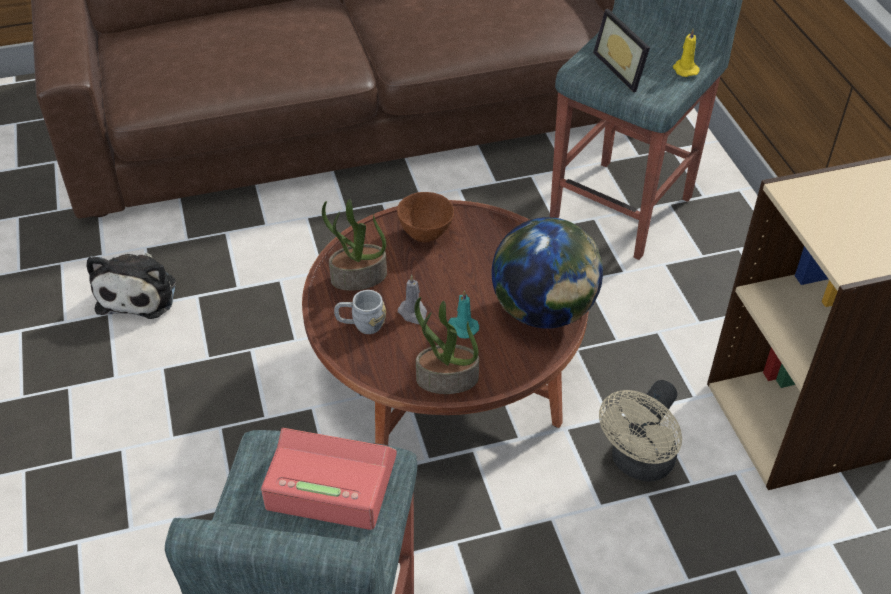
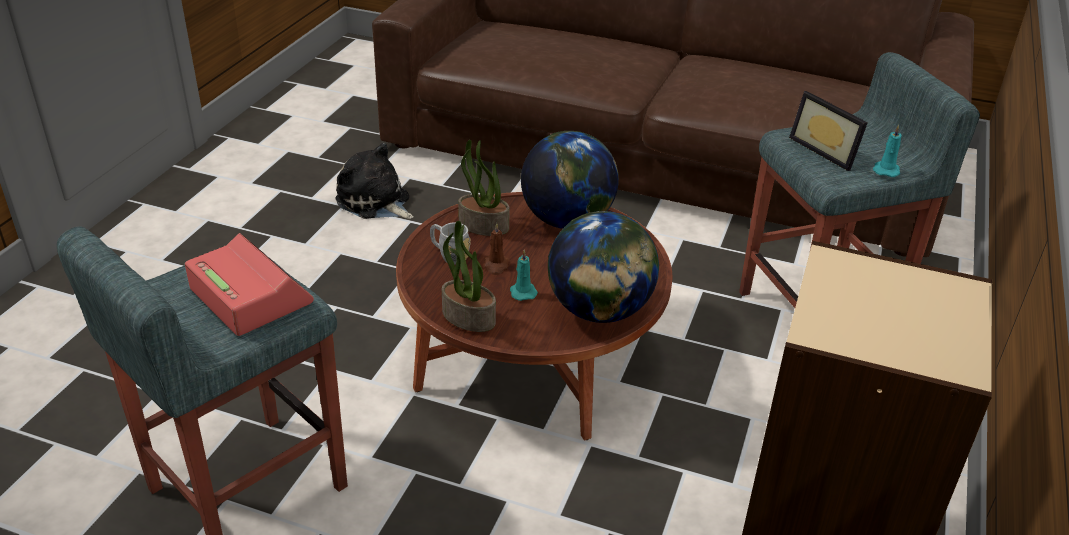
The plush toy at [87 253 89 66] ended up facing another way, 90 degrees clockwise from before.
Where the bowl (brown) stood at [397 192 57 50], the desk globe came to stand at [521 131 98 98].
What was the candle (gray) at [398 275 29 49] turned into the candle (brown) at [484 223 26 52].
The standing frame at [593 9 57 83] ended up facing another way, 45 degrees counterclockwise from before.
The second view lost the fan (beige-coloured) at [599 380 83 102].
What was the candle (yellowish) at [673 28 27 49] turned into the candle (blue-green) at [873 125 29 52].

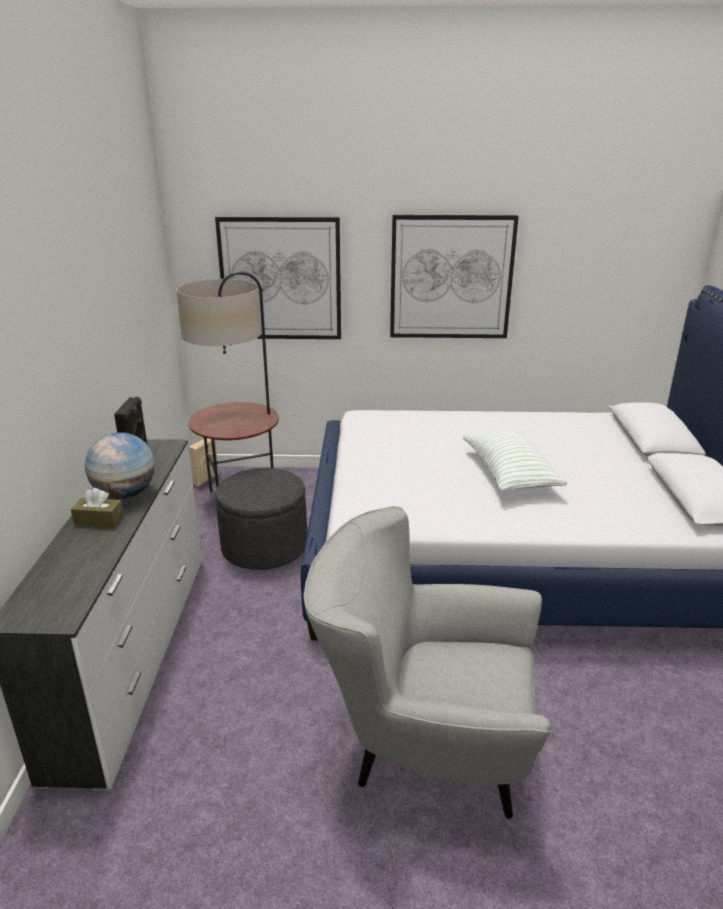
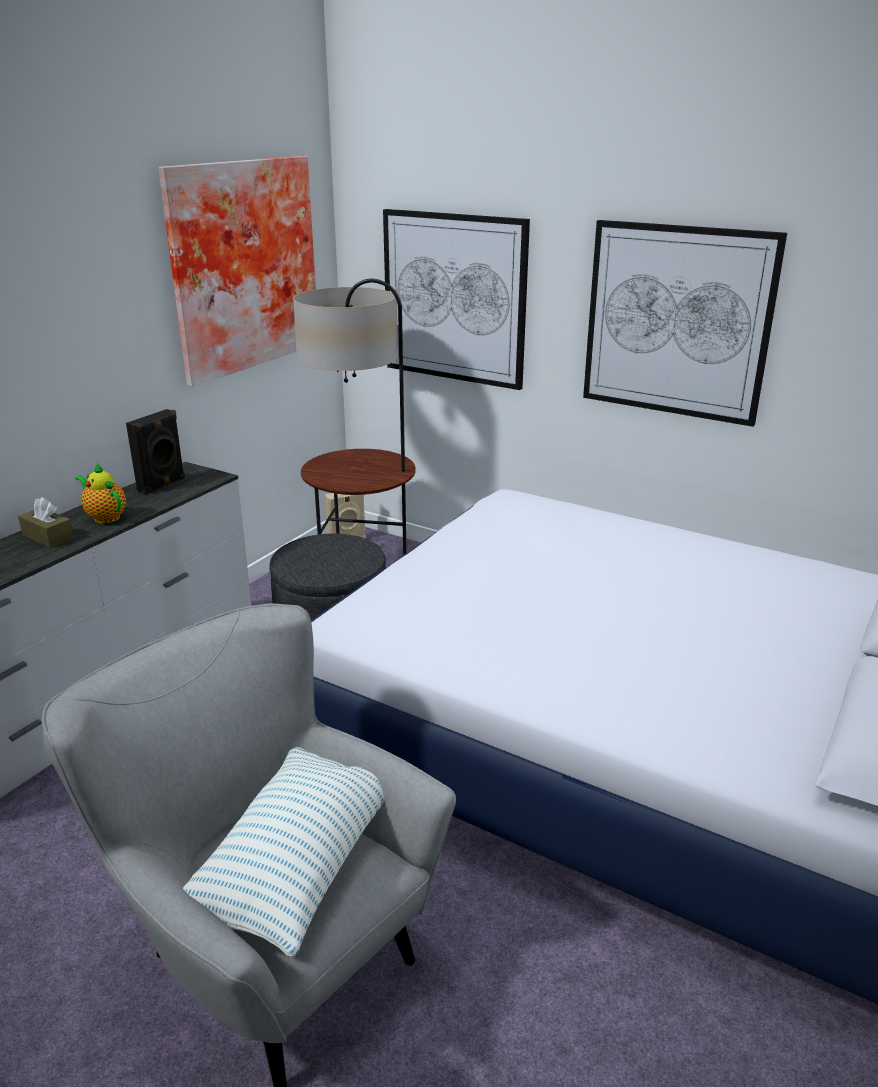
Where the desk globe stood at [85 432 70 67], the teapot came to stand at [75 463 51 60].
The cushion ended up elsewhere, having gone from [463 430 104 62] to [183 747 201 210].
The second view gained the wall art at [158 156 158 231].

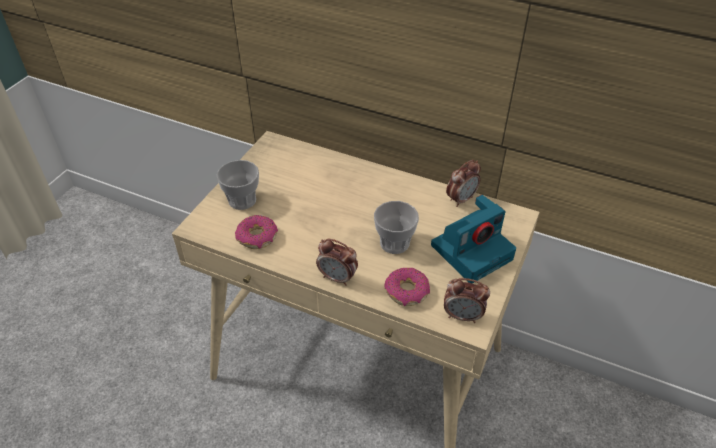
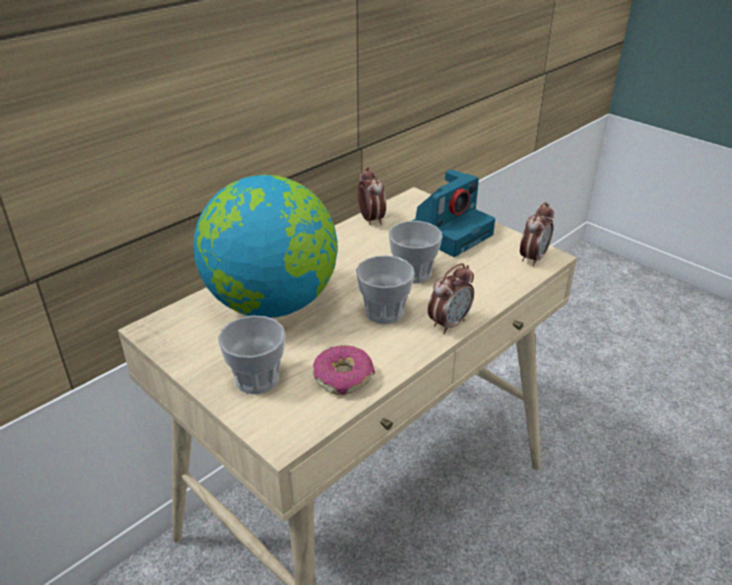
The second view lost the donut at [384 268 46 38].
The still camera at [431 195 85 89] ended up facing another way, 60 degrees clockwise from before.
The second view gained the desk globe at [194 175 144 143].
The second view gained the cup at [356 255 59 69].

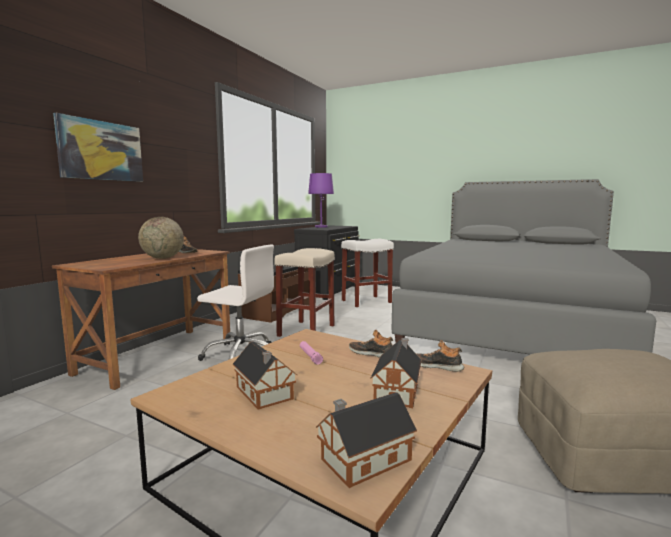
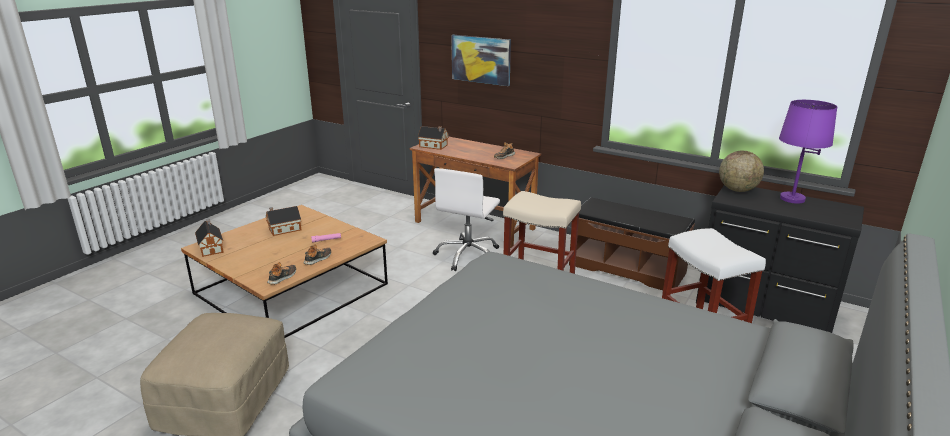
The desk globe ended up elsewhere, having gone from [138 217 46 42] to [719 151 45 41].
The miniature house ended up elsewhere, having gone from [370 338 52 70] to [418 126 31 24].

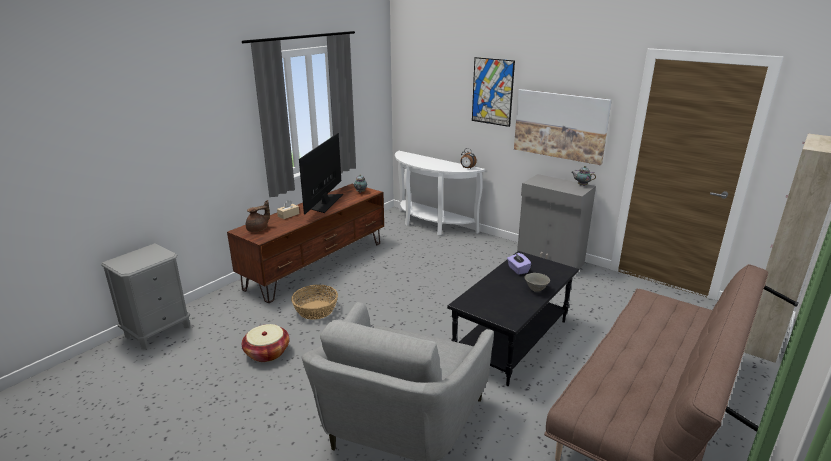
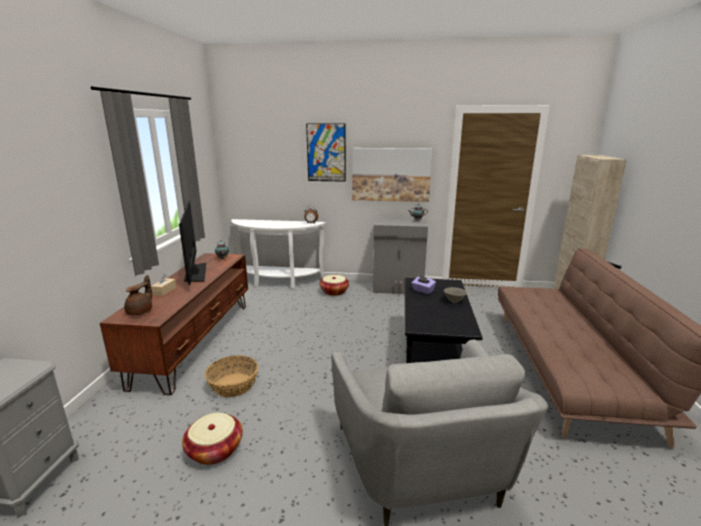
The second view gained the basket at [320 275 29 21].

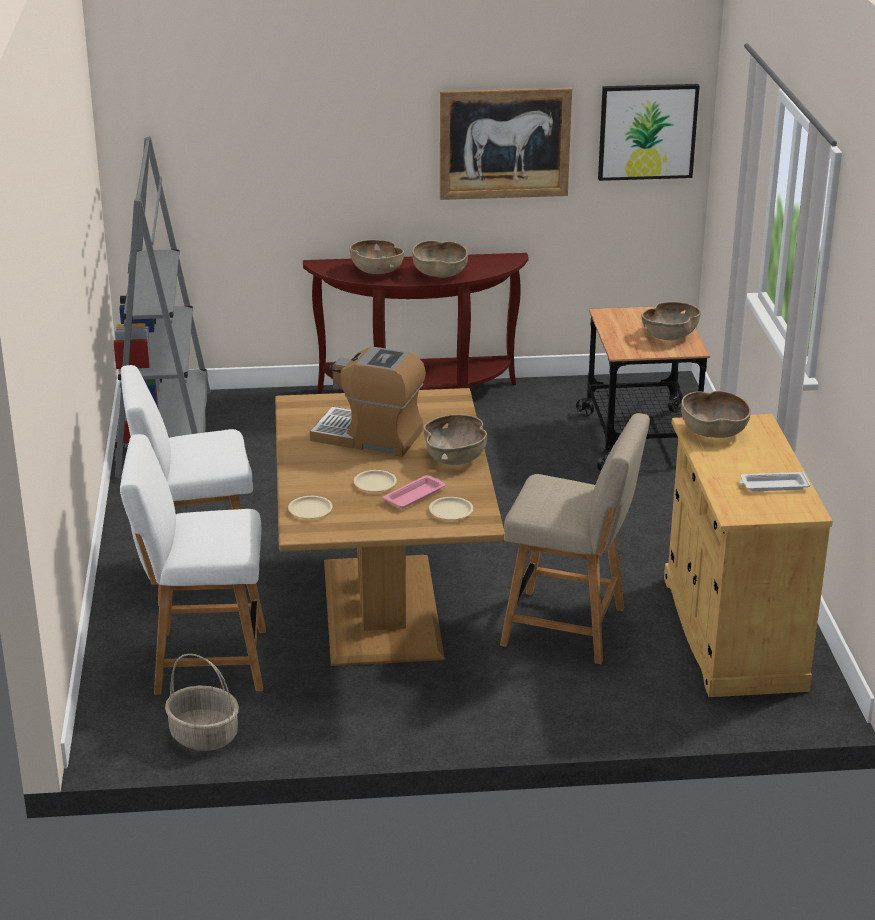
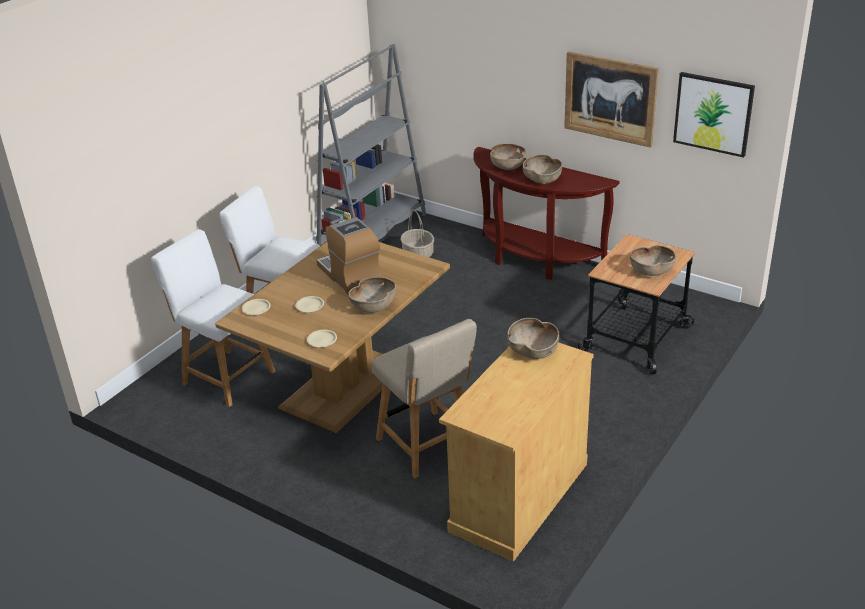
The basket ended up elsewhere, having gone from [165 654 74 97] to [401 210 33 47].
The second view lost the serving tray (pink-coloured) at [382 475 64 34].
The second view lost the serving tray (white) at [740 471 70 20].

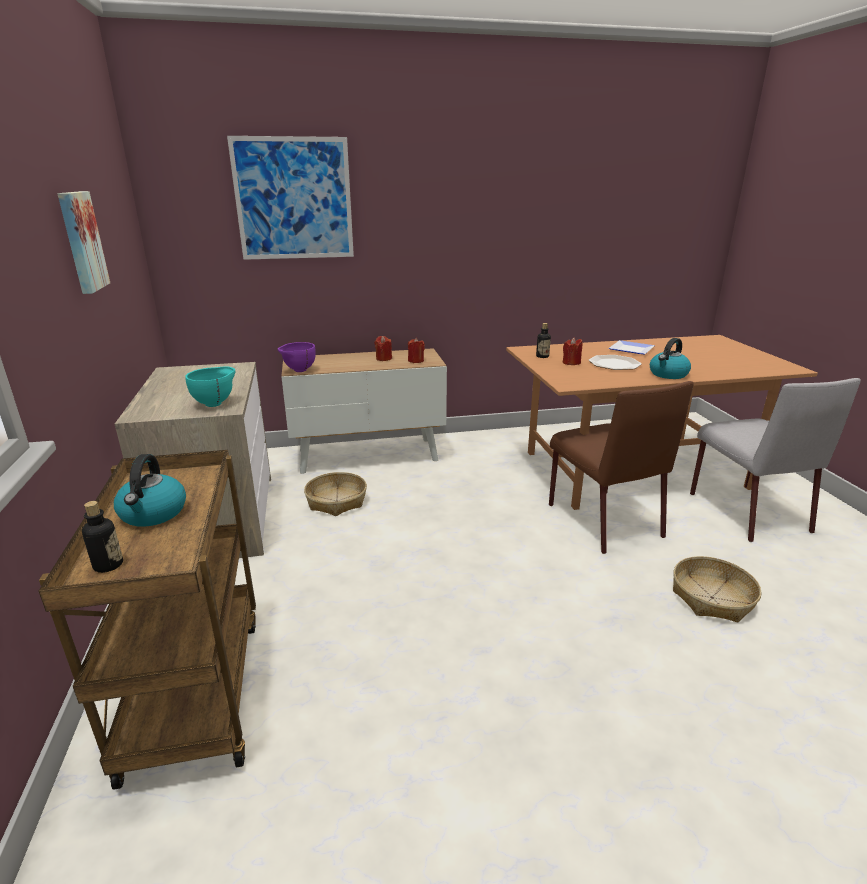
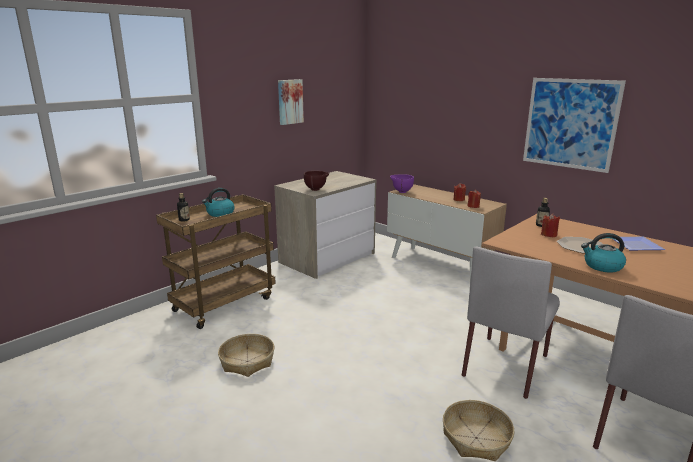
What was the bowl (blue-green) at [185 366 51 41] turned into the bowl (brown) at [304 171 25 20].
The wall art ended up elsewhere, having gone from [227 136 127 124] to [523 78 103 95].
The basket ended up elsewhere, having gone from [304 472 63 44] to [218 334 56 43].
What was the plain chair (brown) at [549 381 145 173] turned into the plain chair (gray) at [462 247 98 152].

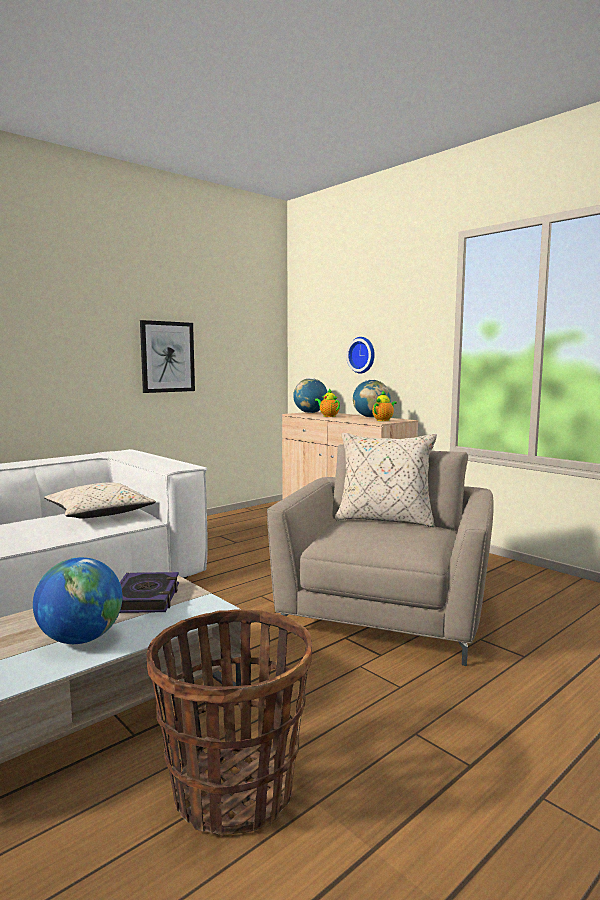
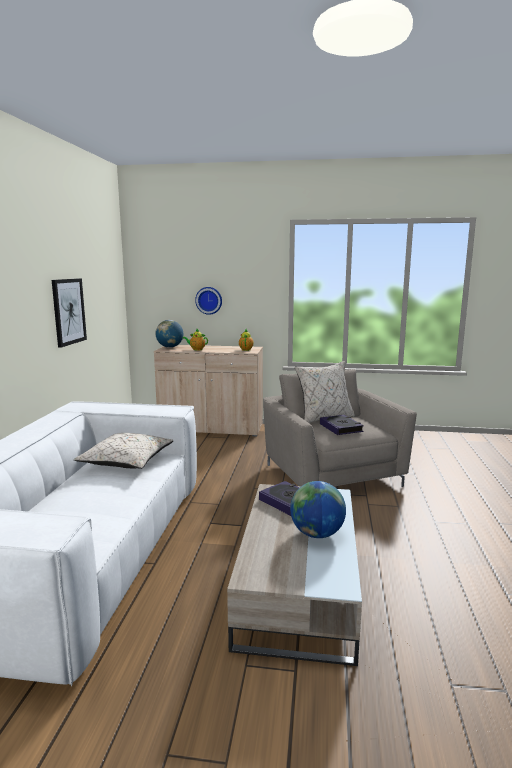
The second view lost the basket at [146 609 166 226].
The second view lost the desk globe at [353 380 38 38].
The second view gained the book at [320 415 44 20].

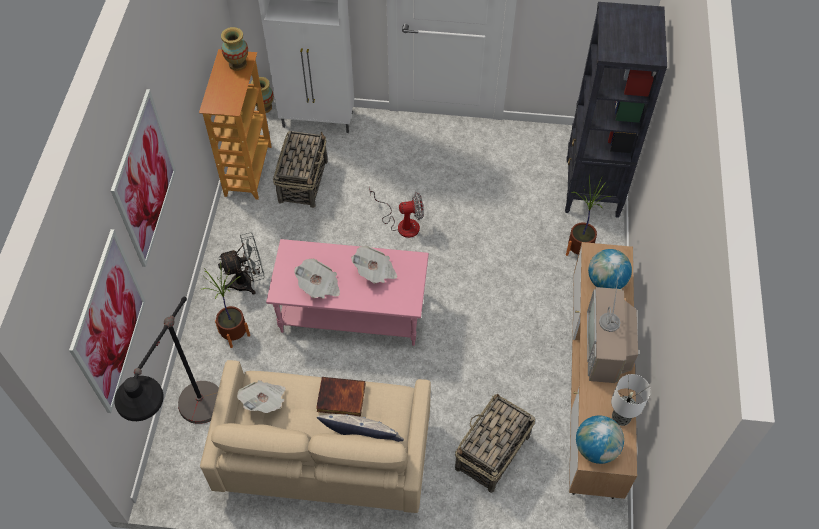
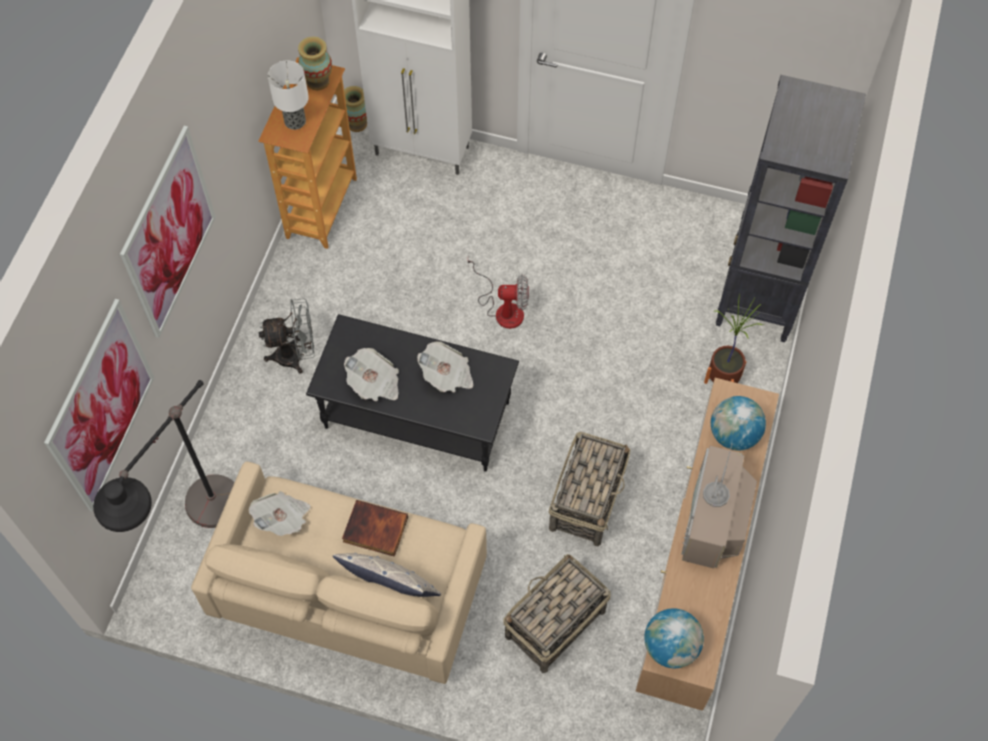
The second view lost the houseplant at [203 262 47 86].
What was the coffee table (pink-coloured) at [266 239 163 107] turned into the coffee table (blackish) at [306 314 213 158].
The basket ended up elsewhere, having gone from [273 131 55 77] to [549 432 81 114].
The lamp for a table ended up elsewhere, having gone from [611 374 40 52] to [268 60 41 70].

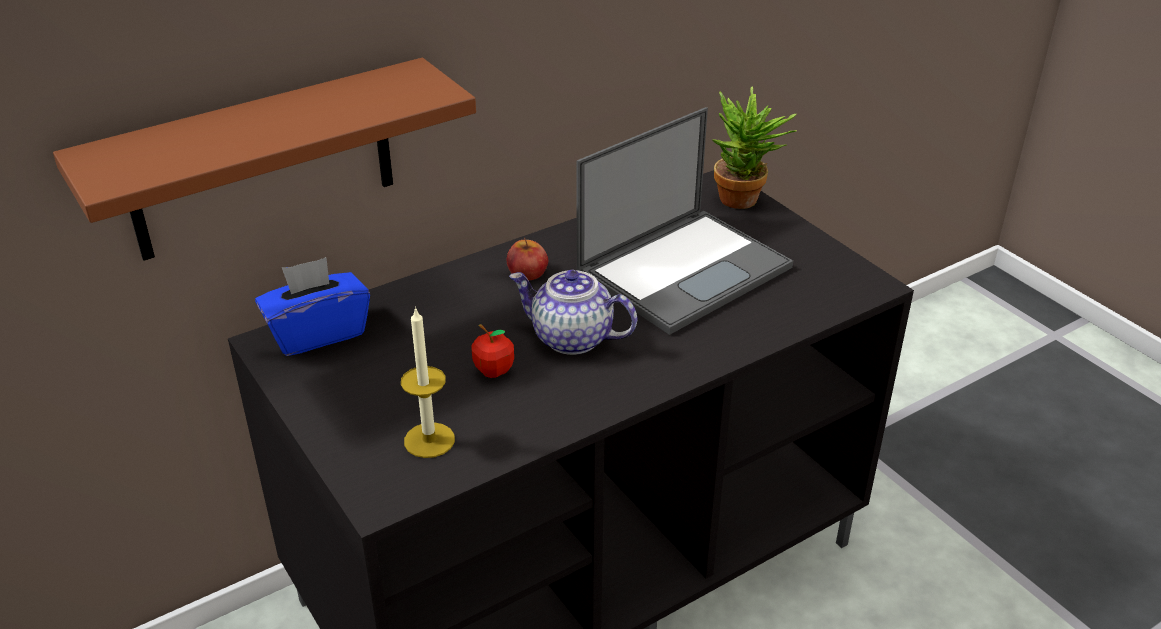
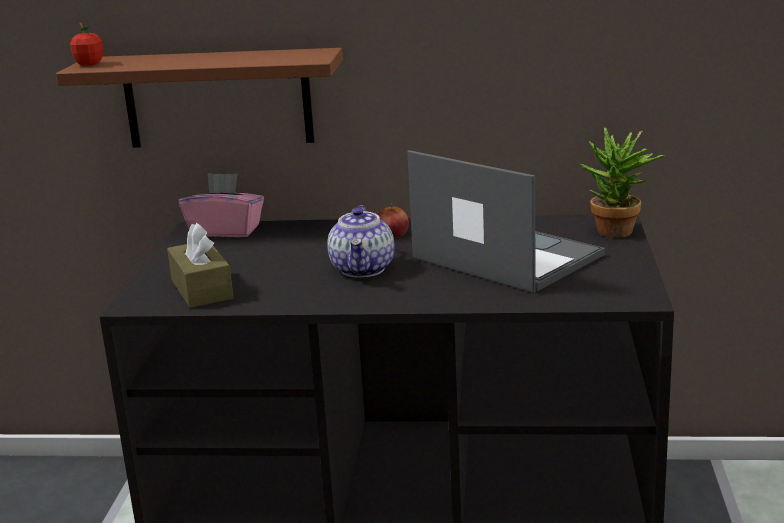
What was the tissue holder (bluish) at [255 257 115 99] turned into the tissue holder (pink-coloured) at [179 173 85 64].
Where the candle stood at [401 307 54 151], the tissue holder (brown) came to stand at [167 222 67 86].
The apple fruit ended up elsewhere, having gone from [471 324 43 54] to [70 23 33 43].
The teapot at [509 270 128 85] ended up facing another way, 150 degrees counterclockwise from before.
The portable computer at [576 107 217 228] ended up facing another way, 135 degrees counterclockwise from before.

